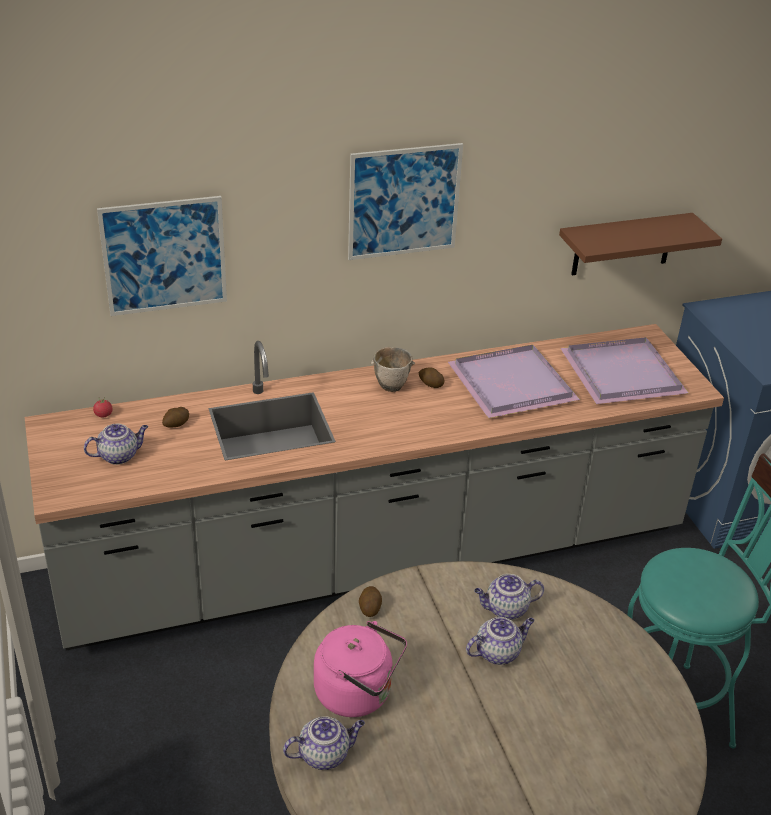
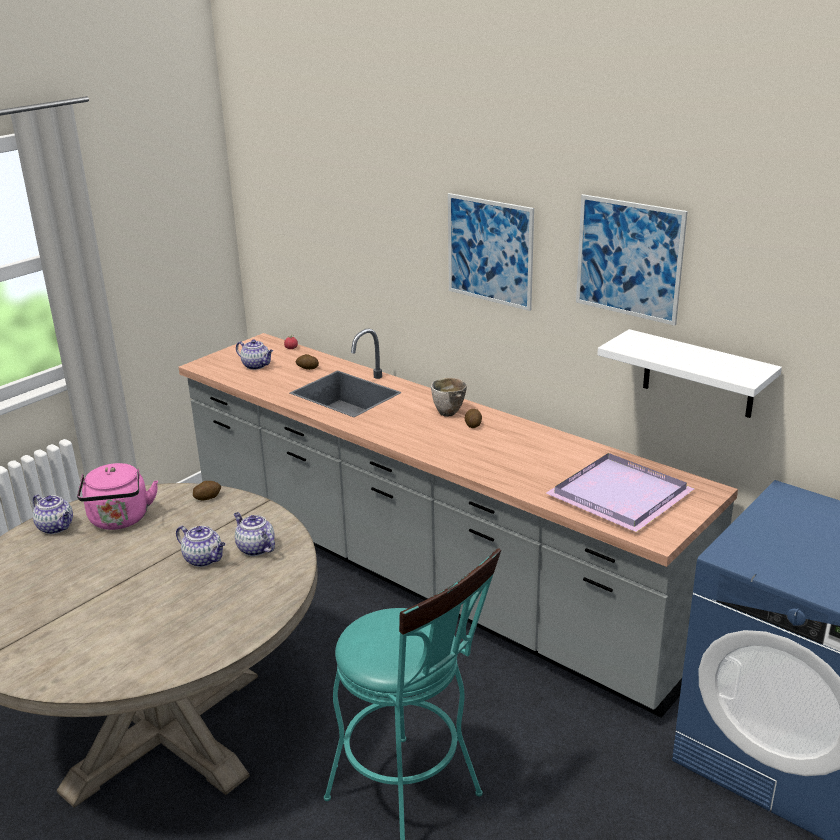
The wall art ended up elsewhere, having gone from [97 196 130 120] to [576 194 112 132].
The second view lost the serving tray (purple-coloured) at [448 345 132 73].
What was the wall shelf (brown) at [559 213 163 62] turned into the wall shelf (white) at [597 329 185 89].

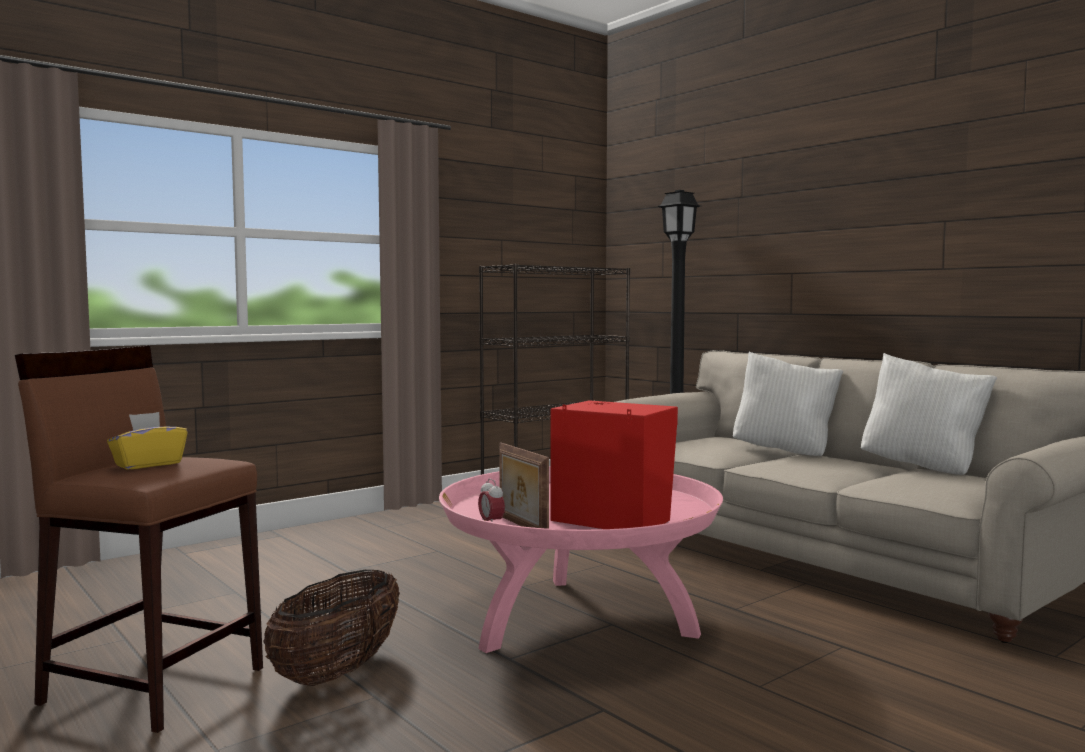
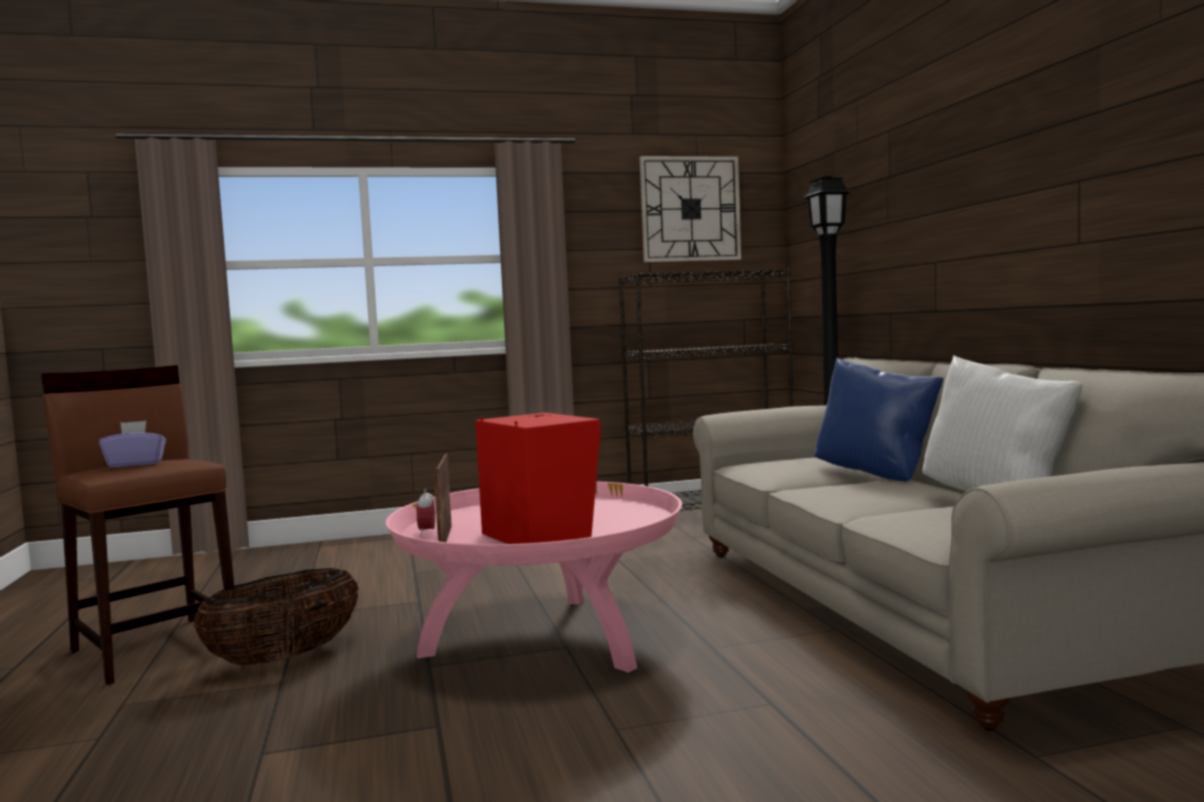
What was the tissue holder (yellowish) at [107 412 81 57] turned into the tissue holder (purple-coloured) at [99 421 67 46].
What was the cushion (white) at [733 351 110 105] turned into the cushion (bluish) at [815 357 129 125].
The second view gained the clock on the wall at [639 156 102 106].

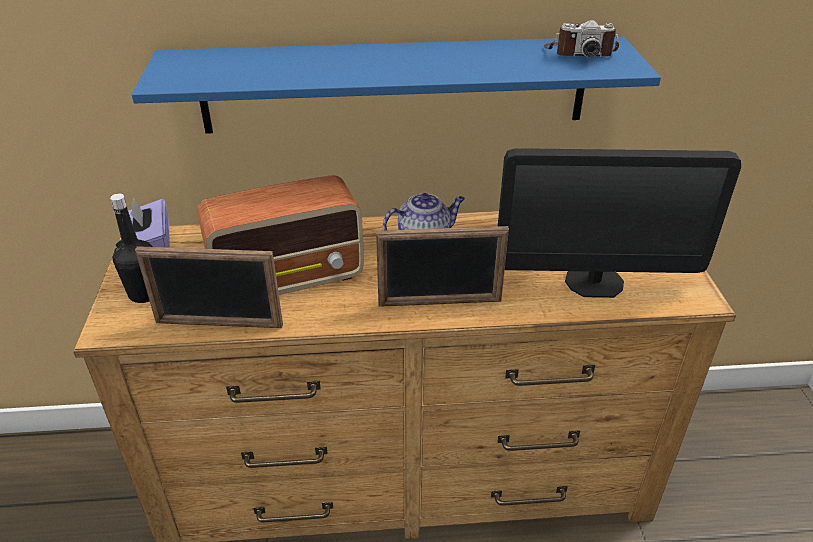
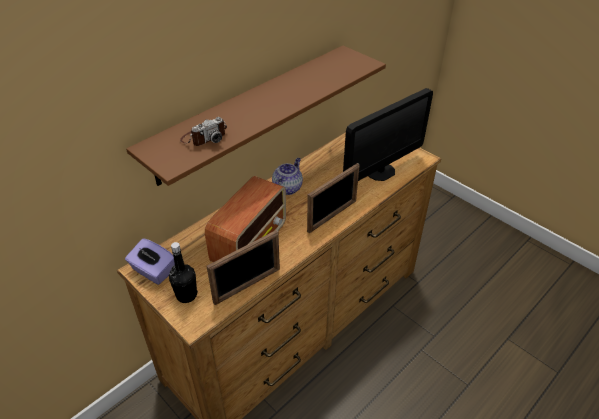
What was the wall shelf (bluish) at [132 36 529 98] turned into the wall shelf (brown) at [126 46 260 140].
The still camera ended up elsewhere, having gone from [544 20 75 37] to [180 117 47 29].

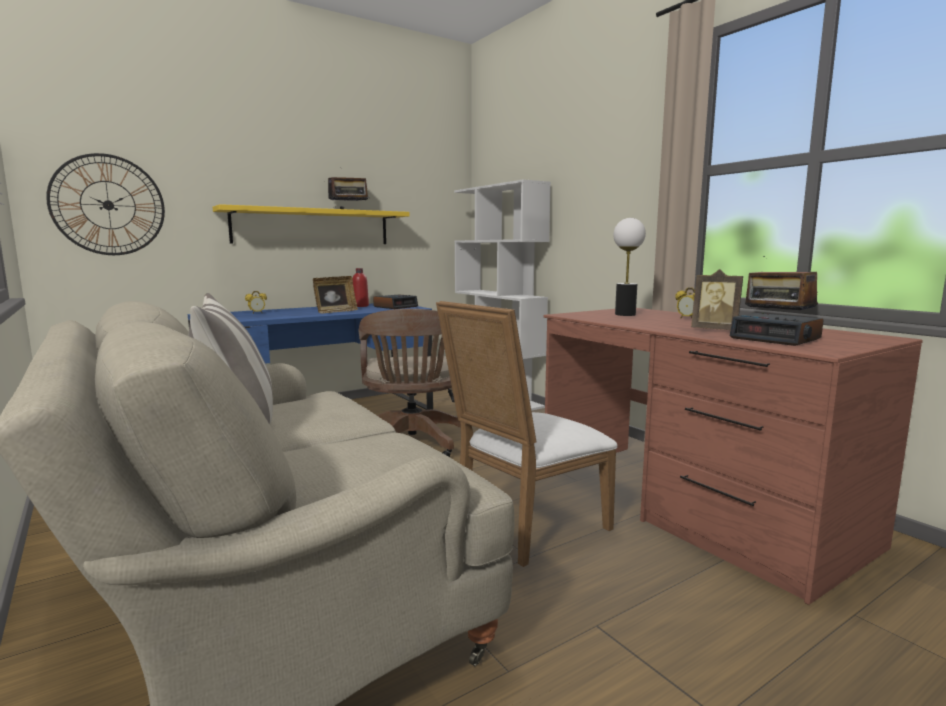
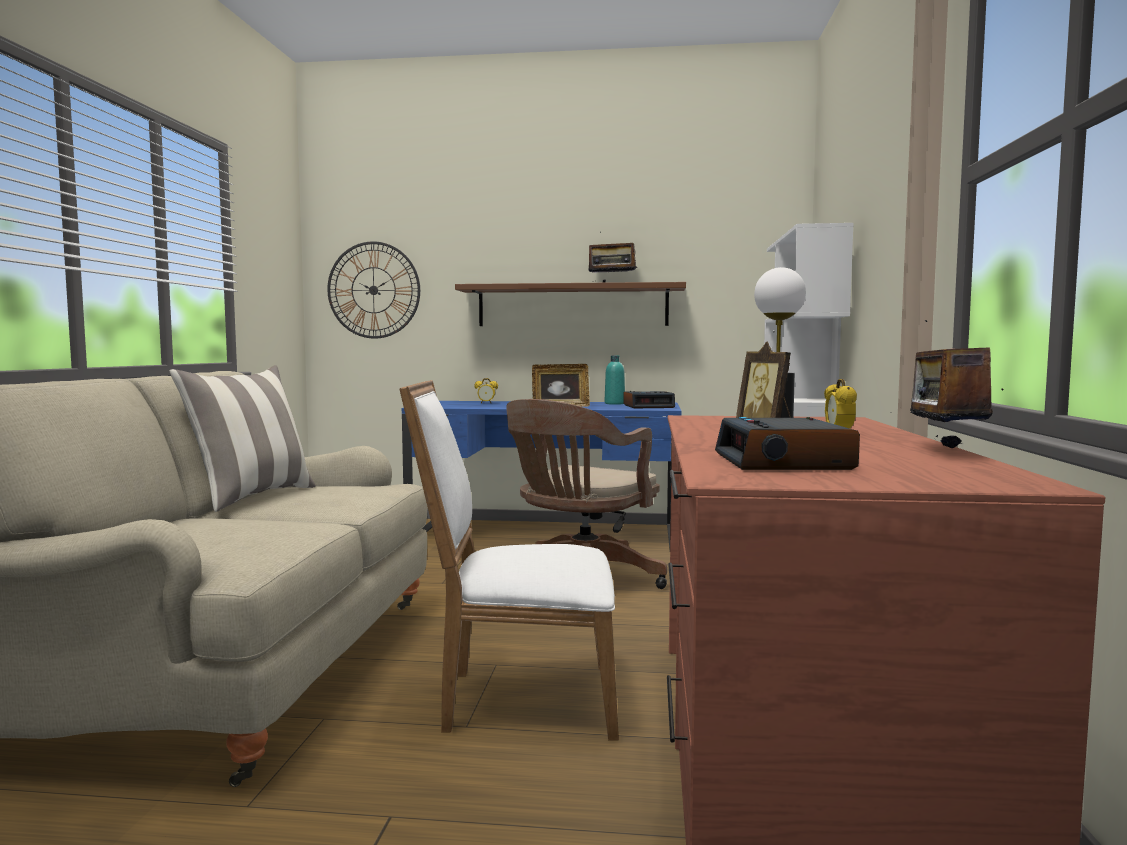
What was the wall shelf (yellowish) at [213 204 197 40] turned into the wall shelf (brown) at [455 282 231 44].
What was the beverage bottle (red) at [352 268 17 39] turned into the beverage bottle (blue-green) at [605 356 20 49].

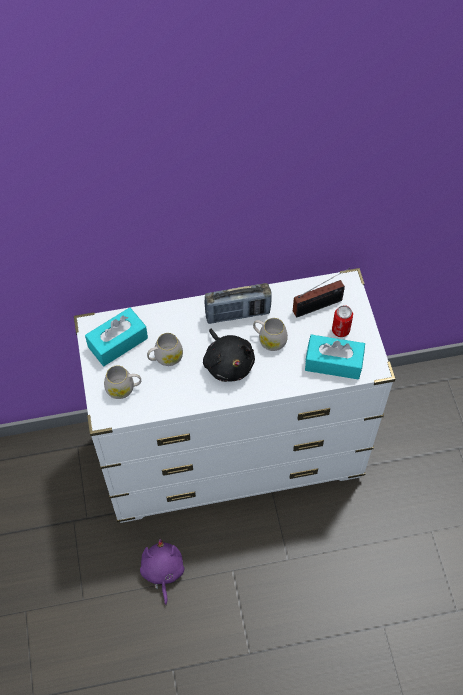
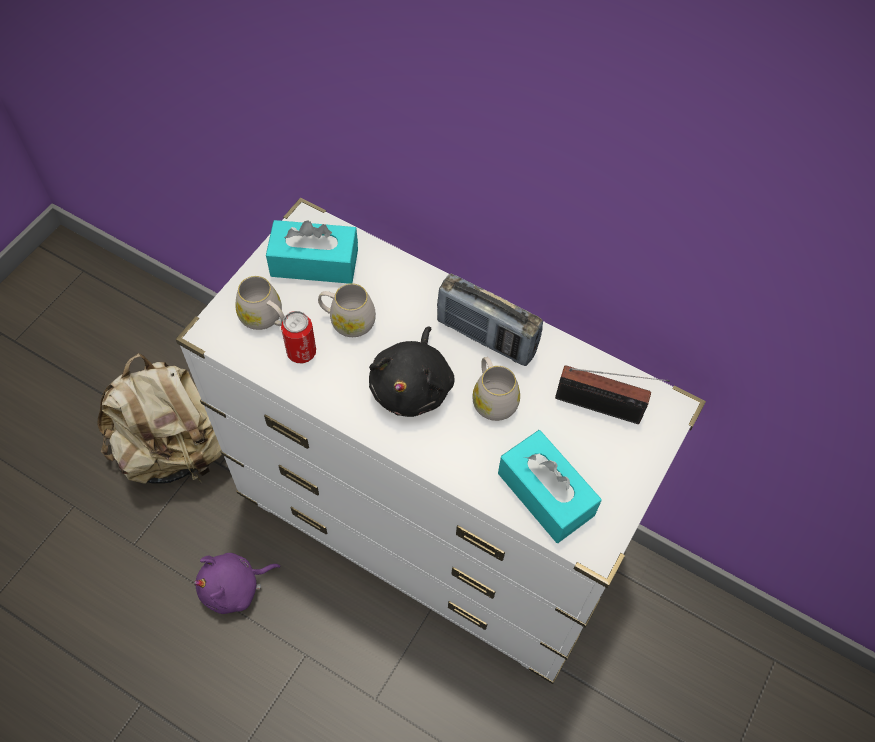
The plush toy (purple-coloured) at [140 539 45 66] ended up facing another way, 150 degrees counterclockwise from before.
The metal can ended up elsewhere, having gone from [332 305 21 32] to [281 311 35 52].
The second view gained the knapsack (beige-coloured) at [97 353 125 131].

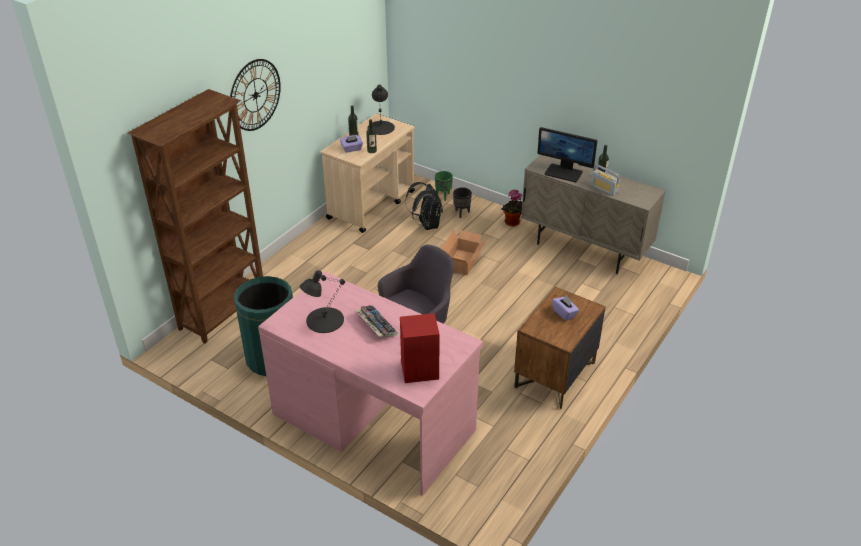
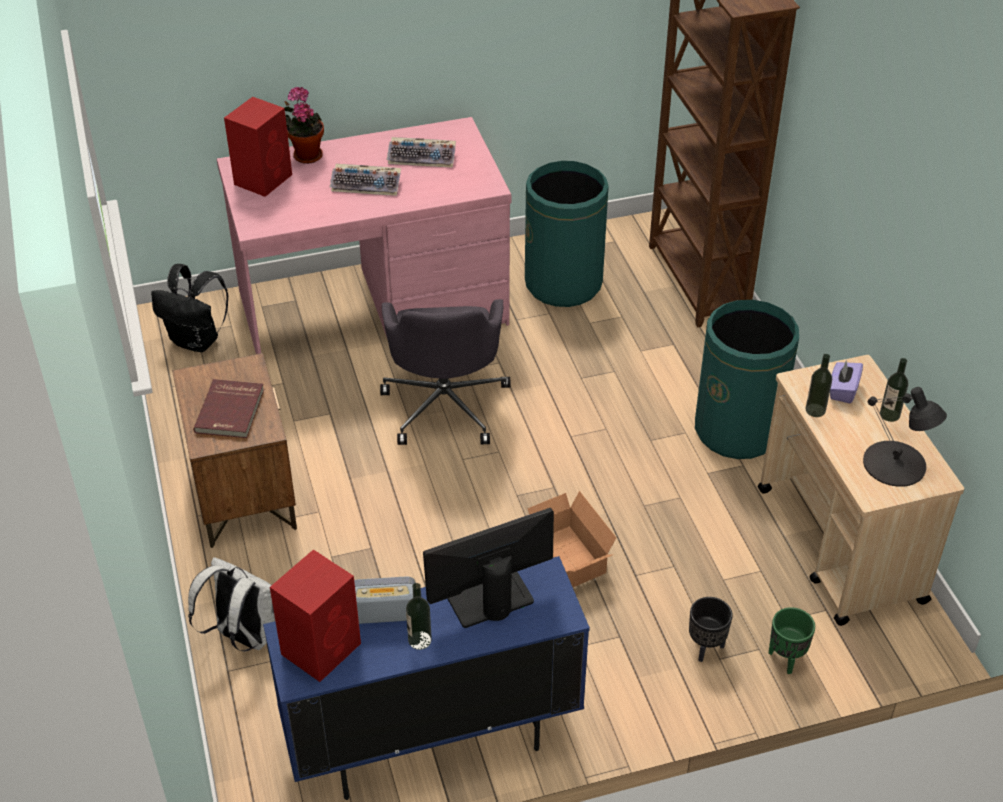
The second view lost the clock on the wall at [230 59 51 72].
Where the lamp for a table (blackish) stood at [300 270 45 63], the PC keyboard came to stand at [387 137 69 31].
The knapsack (blackish) ended up elsewhere, having gone from [405 182 38 48] to [151 264 77 88].
The houseplant ended up elsewhere, having gone from [501 190 22 36] to [284 86 40 78].
What was the cabinet (beige-coloured) at [521 155 145 119] turned into the cabinet (bluish) at [263 556 327 244].
Where the tissue holder (purple-coloured) stood at [552 295 27 26], the book (red) came to stand at [193 379 71 59].
The second view gained the knapsack (white) at [188 557 87 94].
The second view gained the loudspeaker (red) at [270 549 91 133].
The second view gained the waste bin (green) at [695 300 104 159].

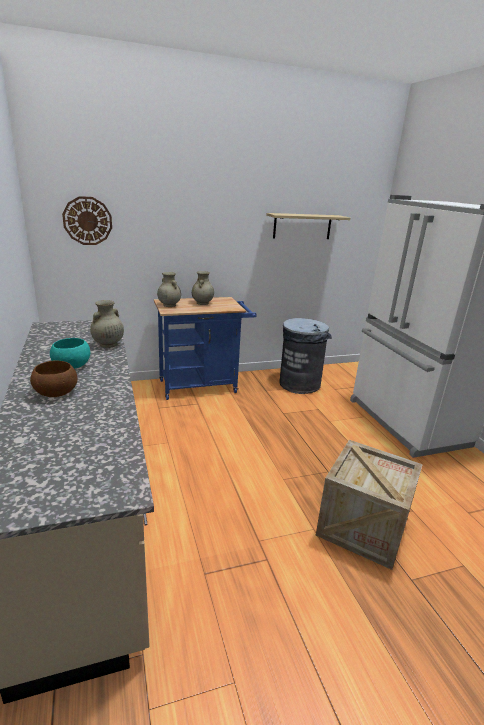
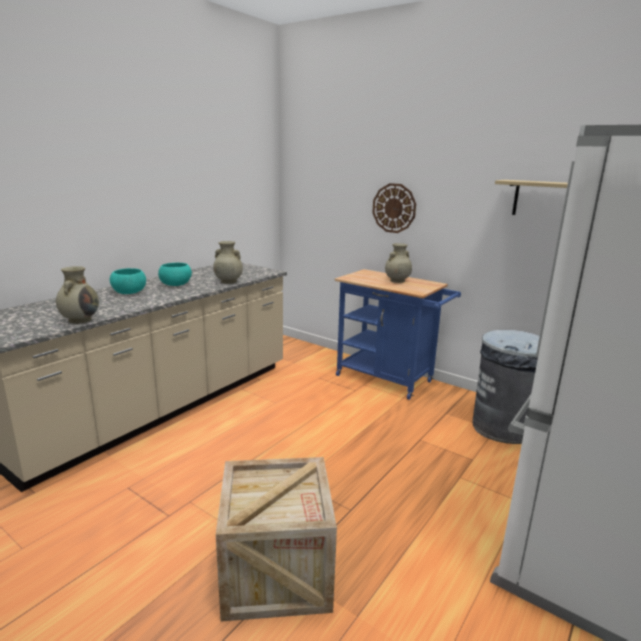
What was the bowl (brown) at [30 360 47 37] turned into the bowl (blue-green) at [110 268 36 26].
The clock on the wall ended up elsewhere, having gone from [62 196 50 49] to [372 183 44 50].
The vase (beige-coloured) ended up elsewhere, having gone from [157 272 24 35] to [56 266 43 58].

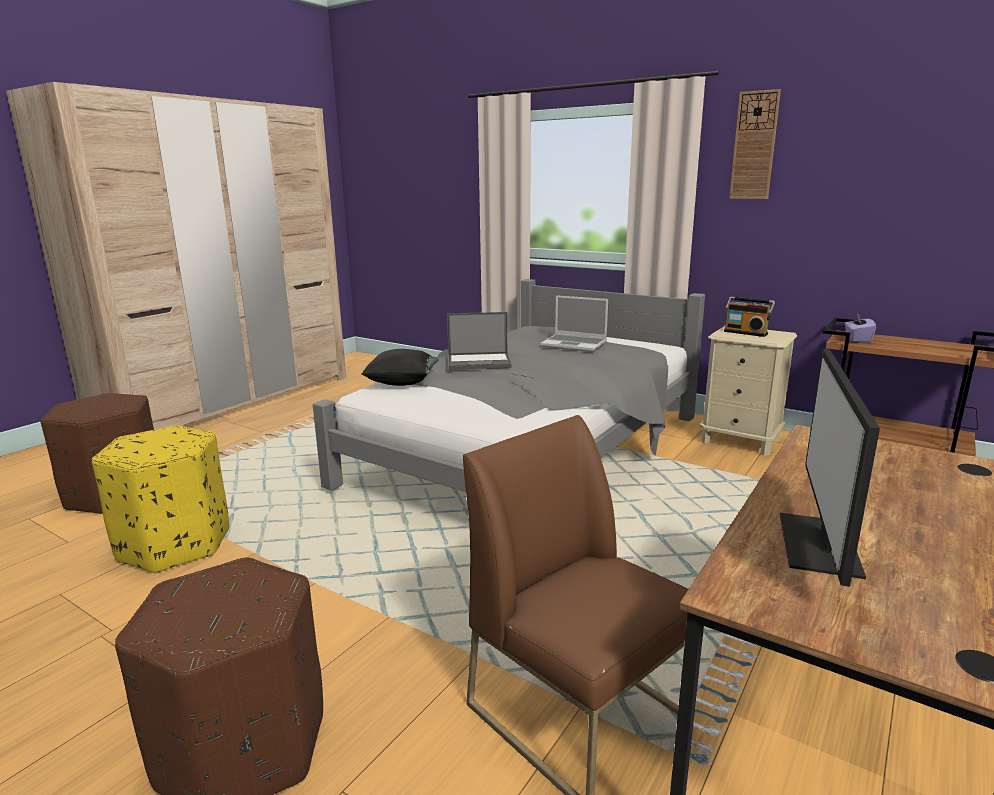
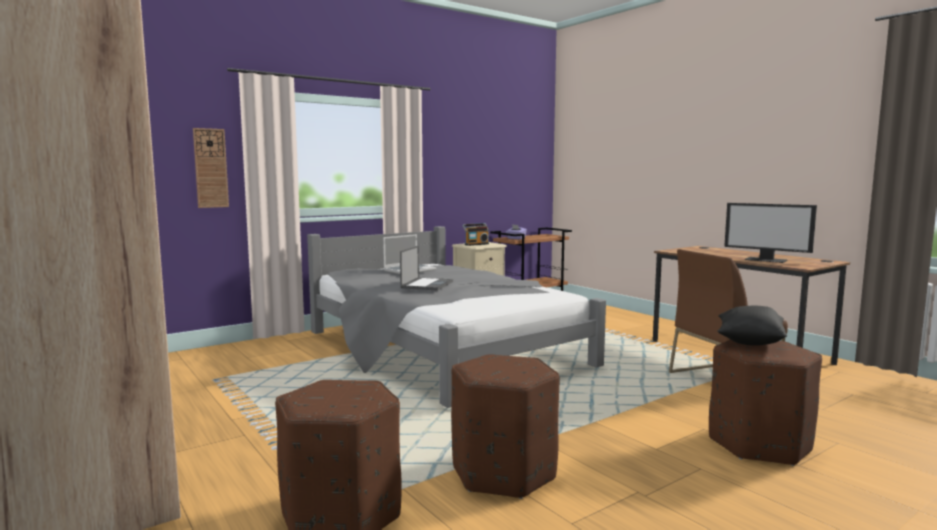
What was the footrest (yellowish) at [92 425 137 149] turned into the footrest (brown) at [451 354 109 145].
The cushion (blackish) ended up elsewhere, having gone from [362 349 77 37] to [718 306 69 40].
The clock on the wall ended up elsewhere, having gone from [729 89 52 110] to [193 128 36 80].

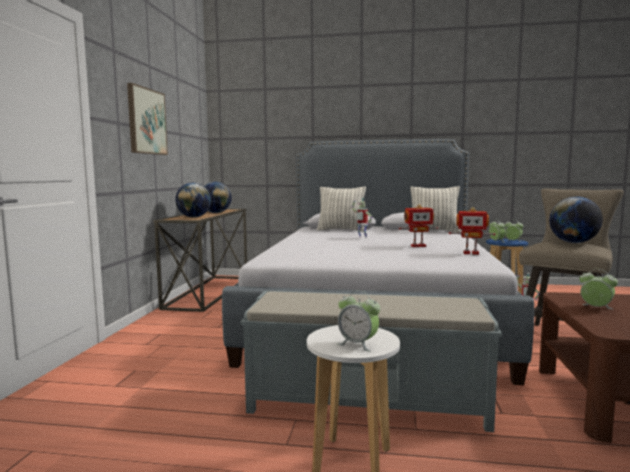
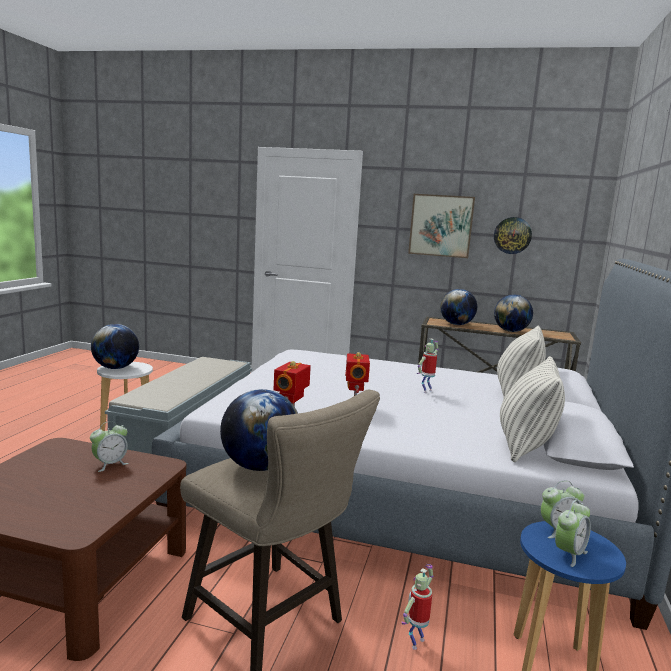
Where the bedside clock stood at [338 290 42 62], the desk globe came to stand at [91 324 48 45].
The second view gained the clock on the wall at [494 217 38 37].

